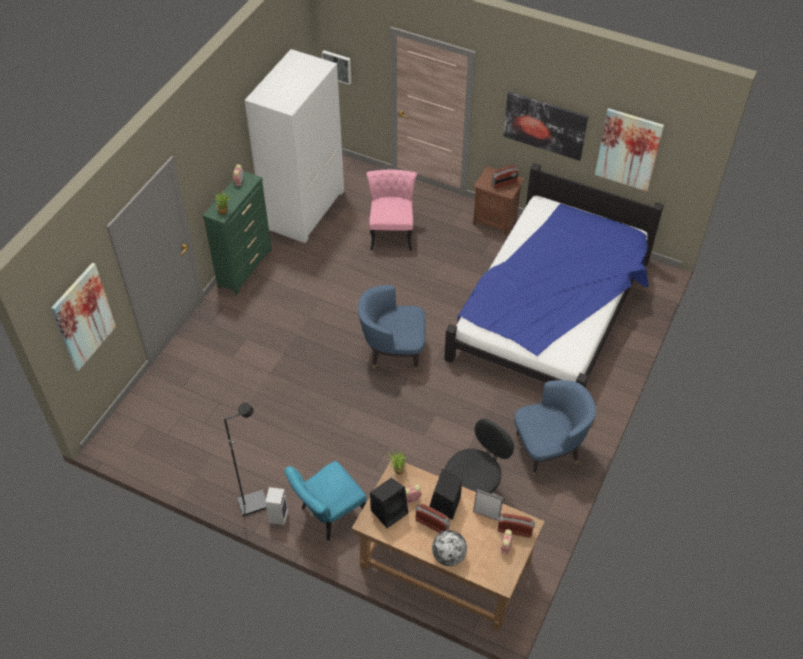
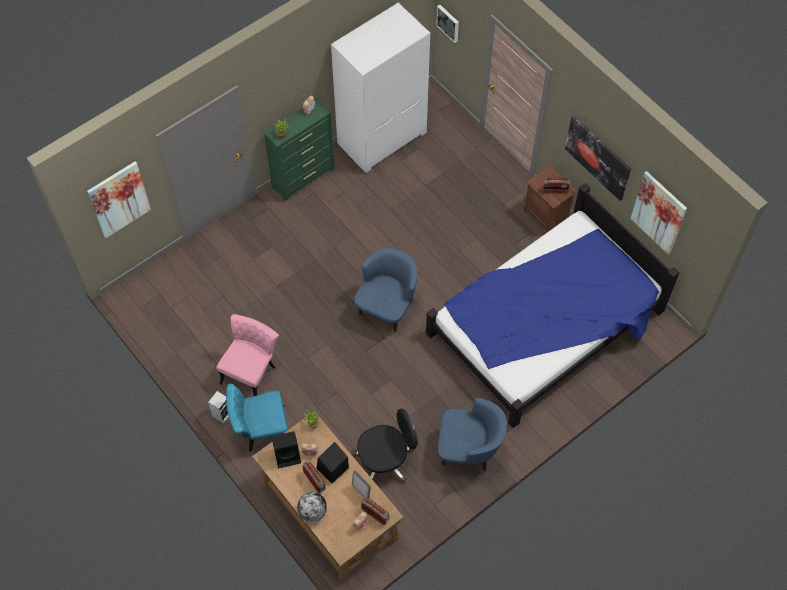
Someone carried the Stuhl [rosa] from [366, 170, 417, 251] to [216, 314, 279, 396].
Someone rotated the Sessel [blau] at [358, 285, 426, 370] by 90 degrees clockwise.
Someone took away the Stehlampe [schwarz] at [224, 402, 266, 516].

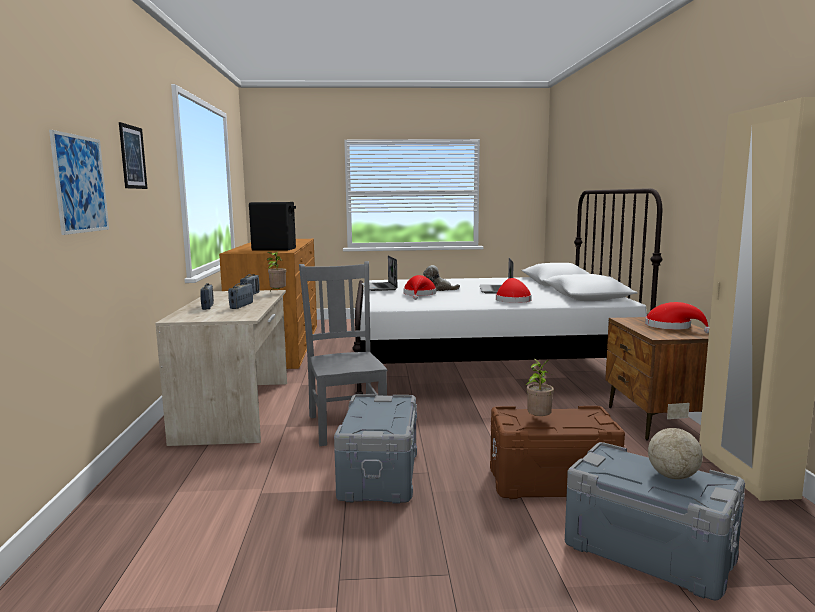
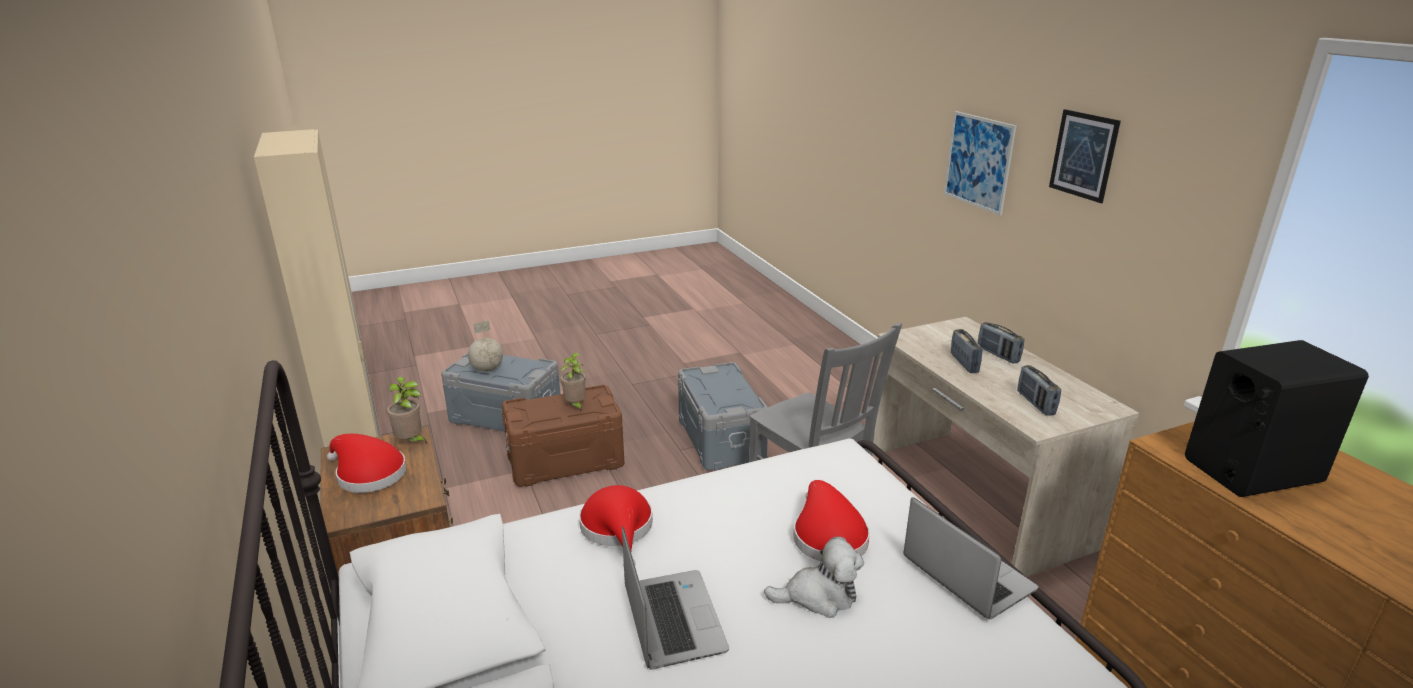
Someone carried the Topfpflanze from [267, 251, 286, 291] to [387, 377, 427, 443].

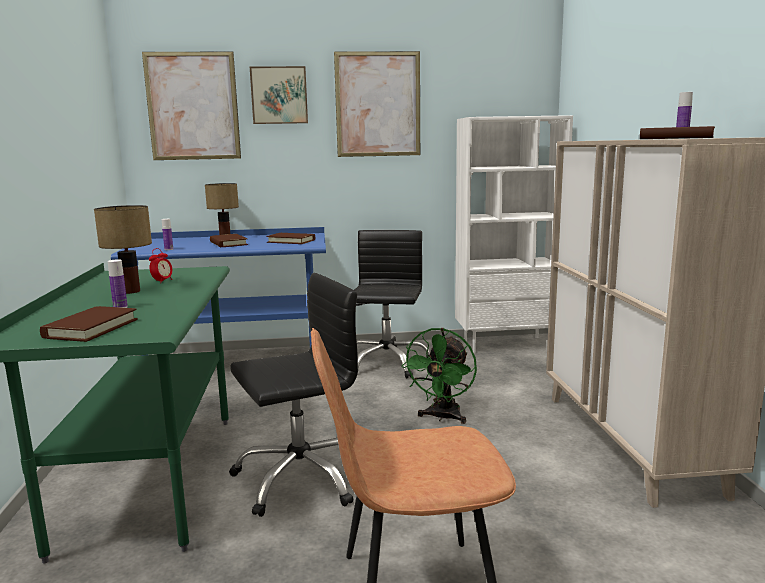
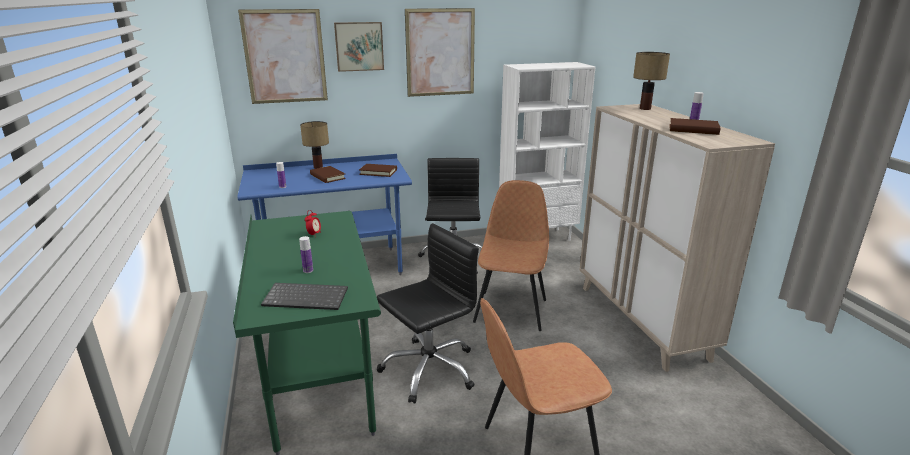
Someone carried the Tischlampe from [94, 205, 152, 294] to [633, 52, 670, 110].
Someone swapped the Buch [braun] at [40, 306, 138, 342] for the Tastatur at [261, 283, 348, 310].
Someone swapped the Ventilator [grün] at [401, 328, 477, 424] for the Stuhl [braun] at [473, 180, 549, 331].

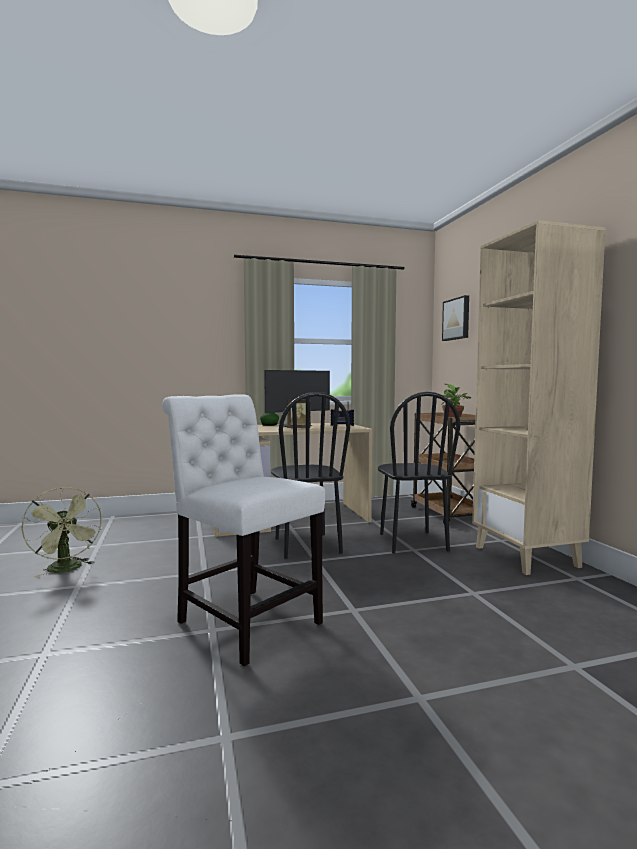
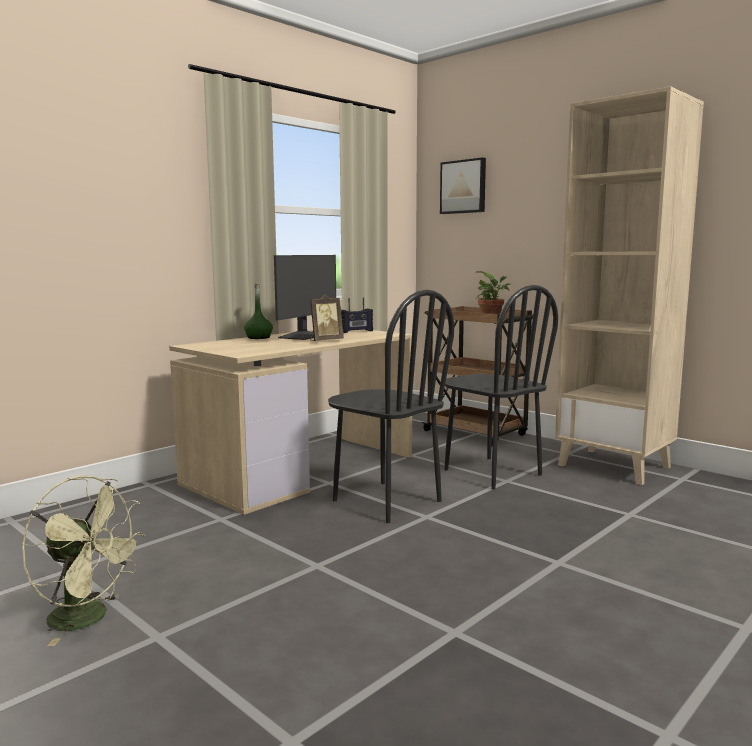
Someone took away the Stuhl [weiß] at [162, 395, 325, 666].

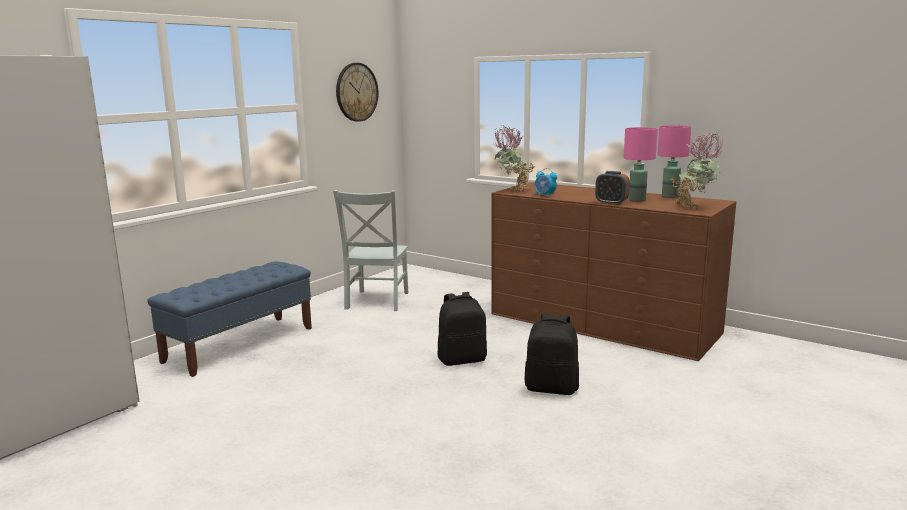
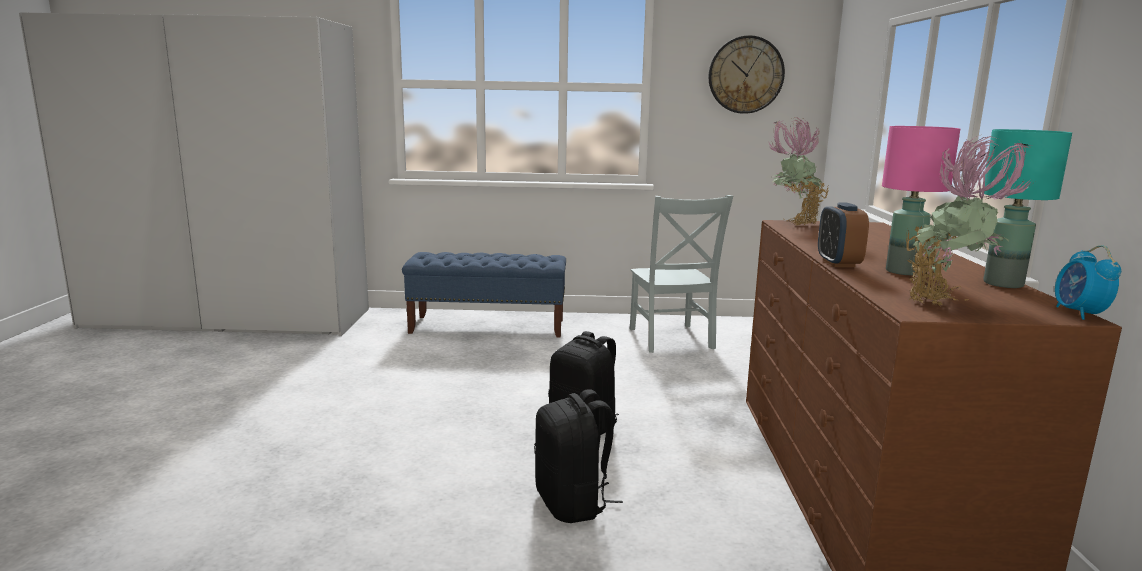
Someone repainted the Tischlampe [rosa] at [658, 125, 691, 198], which became the Tischlampe [türkis] at [983, 129, 1072, 288].
Someone carried the Wecker from [535, 168, 557, 197] to [1055, 245, 1121, 320].
Someone rotated the Stuhl [grau] at [333, 190, 409, 311] by 75 degrees counterclockwise.

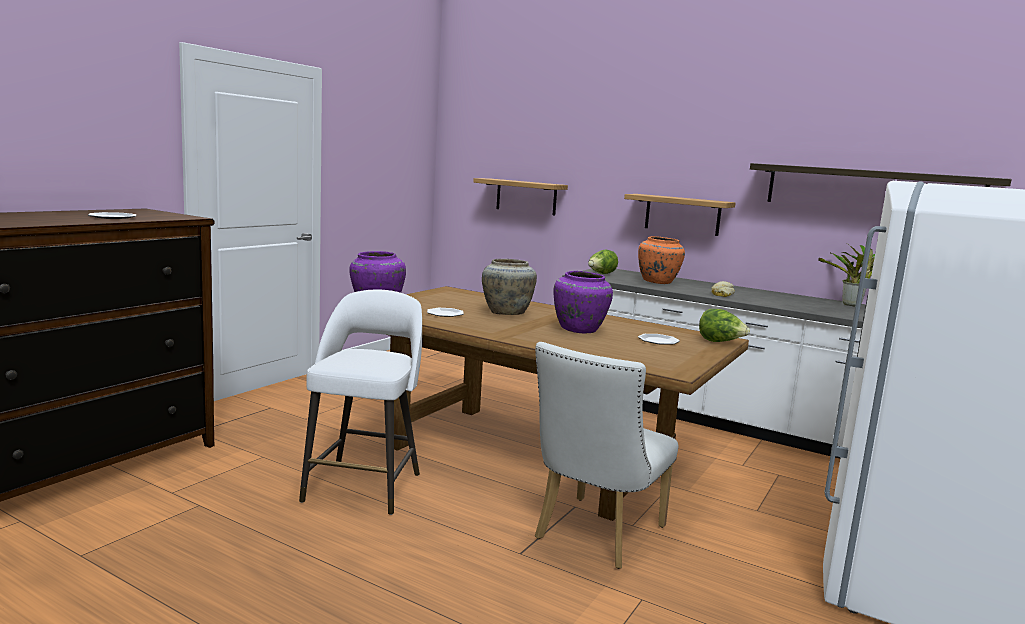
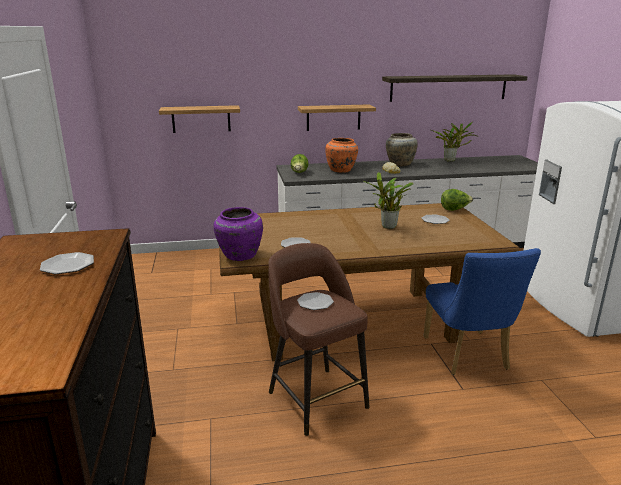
Someone carried the Vase [beige] from [482, 259, 537, 315] to [386, 133, 418, 166].
Someone swapped the Vase [lila] at [553, 271, 613, 333] for the Topfpflanze at [363, 172, 414, 229].
Someone repainted the Hocker [weiß] at [299, 290, 422, 515], which became the Hocker [braun] at [268, 243, 370, 436].
Someone repainted the Stuhl [weiß] at [535, 342, 678, 569], which became the Stuhl [blau] at [424, 248, 541, 375].
Someone put down the Teller at [297, 292, 334, 310].

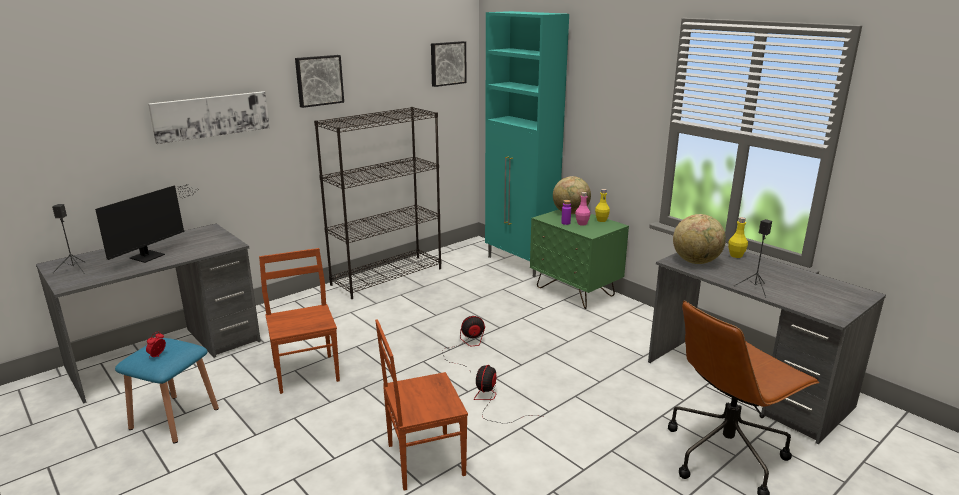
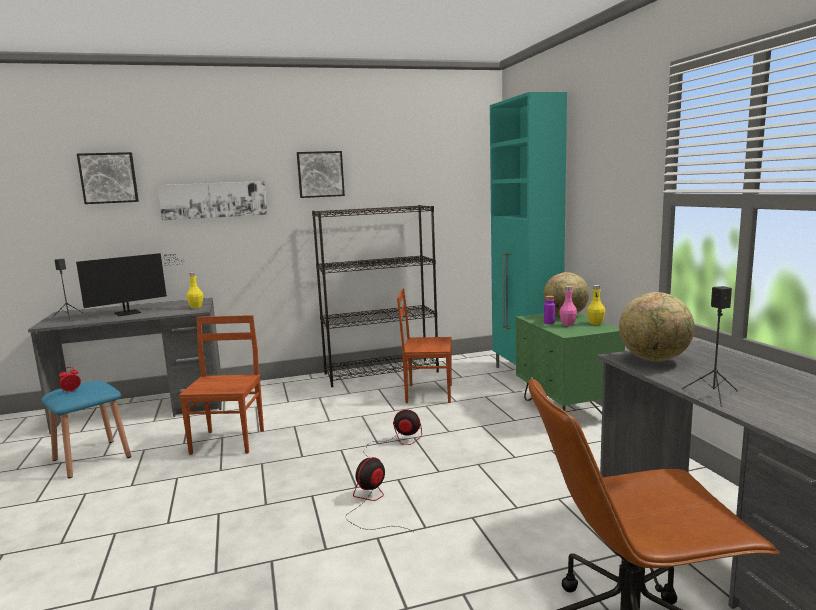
Someone carried the Bild from [431, 41, 467, 87] to [77, 152, 139, 204].
Someone carried the Flasche [gelb] from [728, 217, 748, 258] to [186, 272, 203, 308].
Someone carried the Stuhl [braun] from [375, 319, 468, 490] to [397, 288, 452, 403].

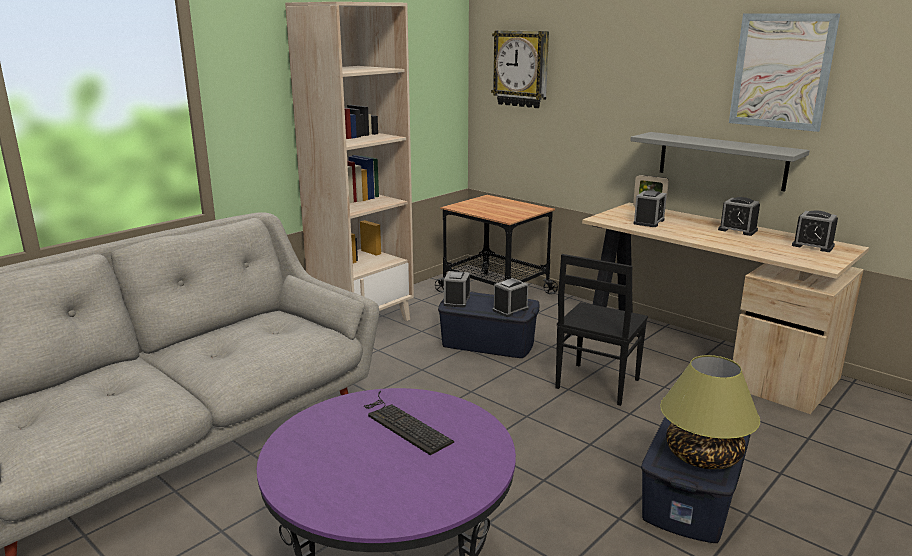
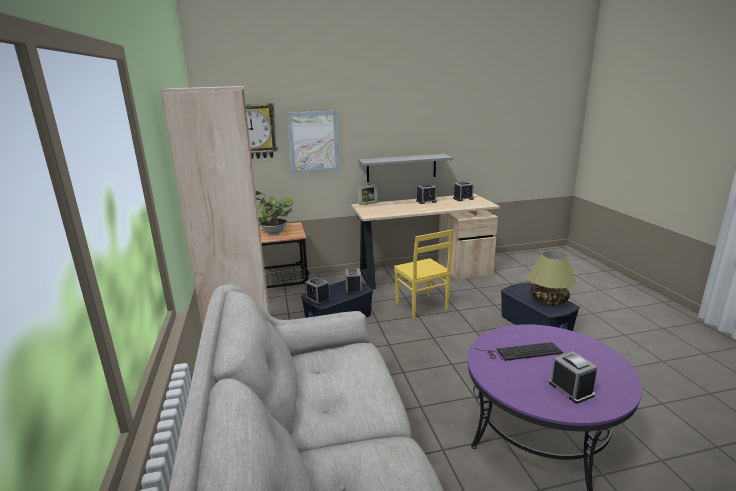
Someone carried the Bild from [729, 13, 840, 132] to [287, 111, 340, 174].
Someone carried the Wecker from [634, 190, 667, 227] to [549, 351, 598, 404].
Someone repainted the Stuhl [schwarz] at [555, 254, 648, 406], which became the Stuhl [gelb] at [394, 230, 453, 319].
Someone put down the Topfpflanze at [256, 191, 293, 234].

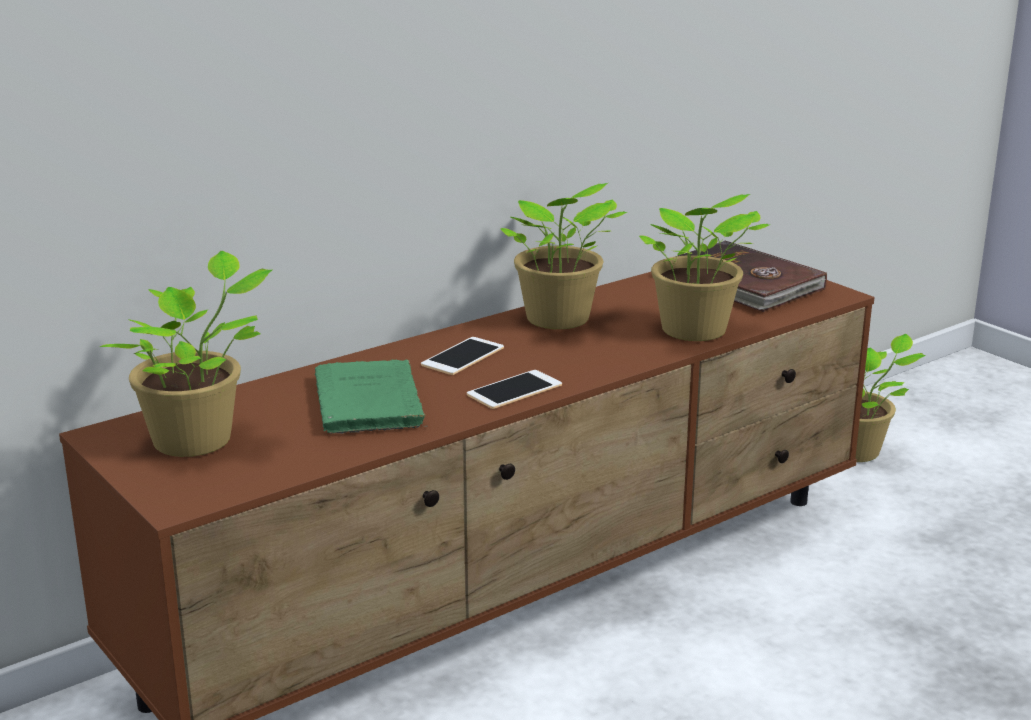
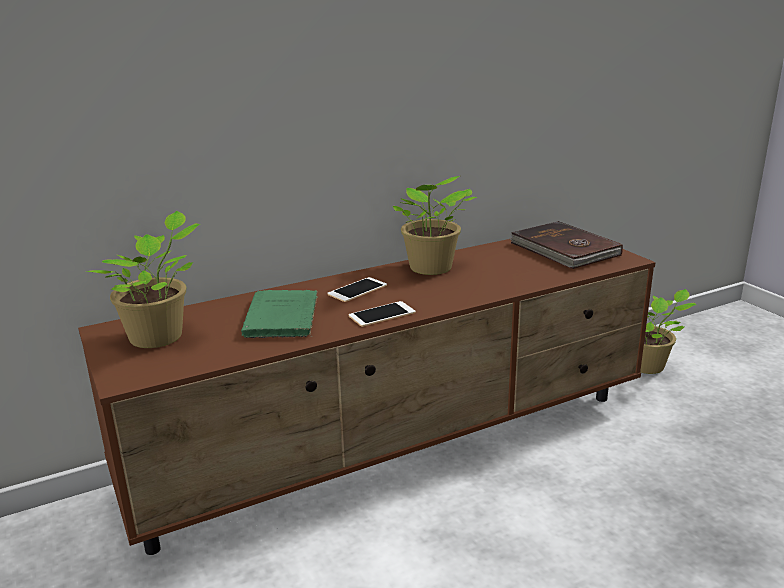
Someone took away the Topfpflanze at [639, 194, 769, 341].

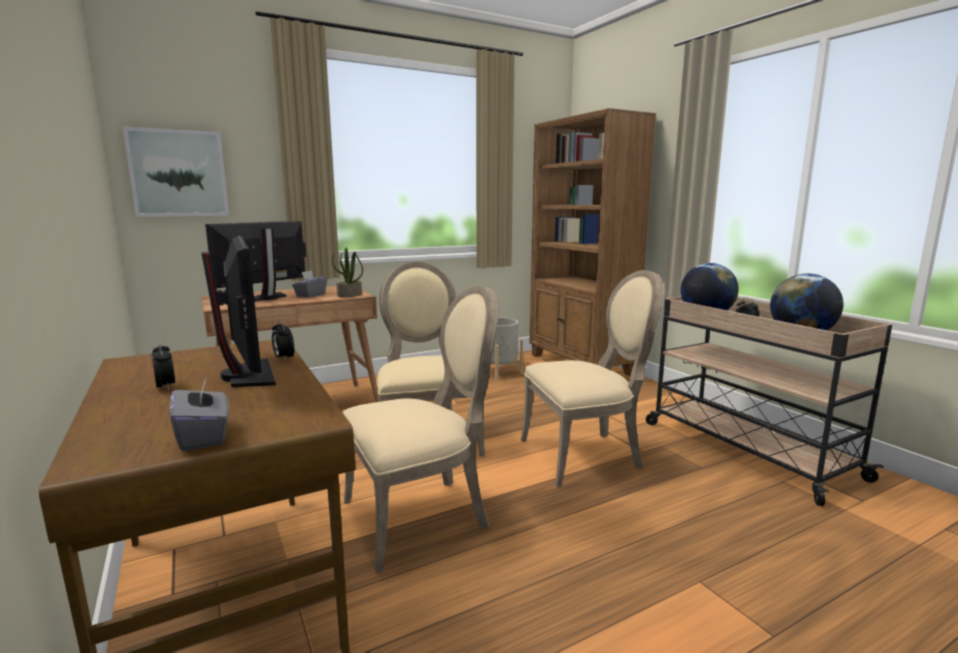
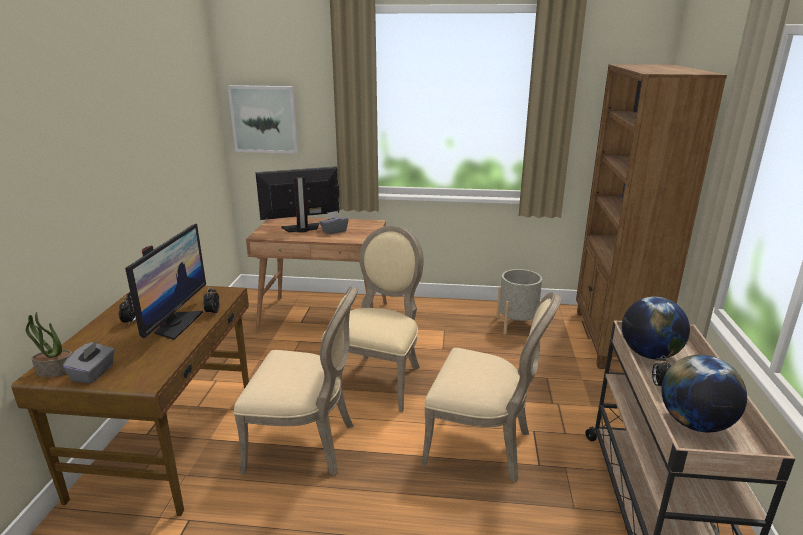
Someone carried the Topfpflanze from [332, 247, 363, 297] to [26, 312, 72, 377].

